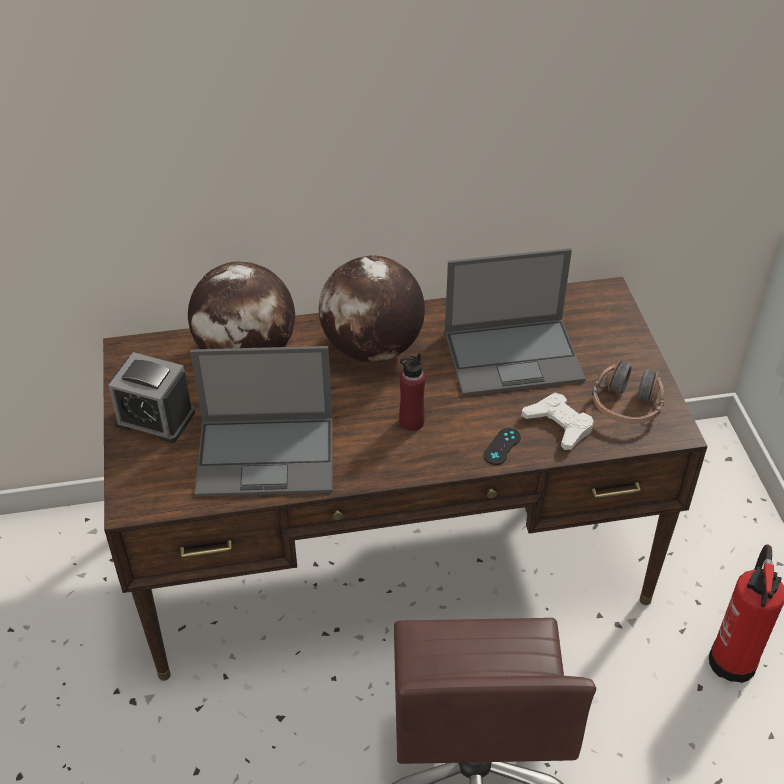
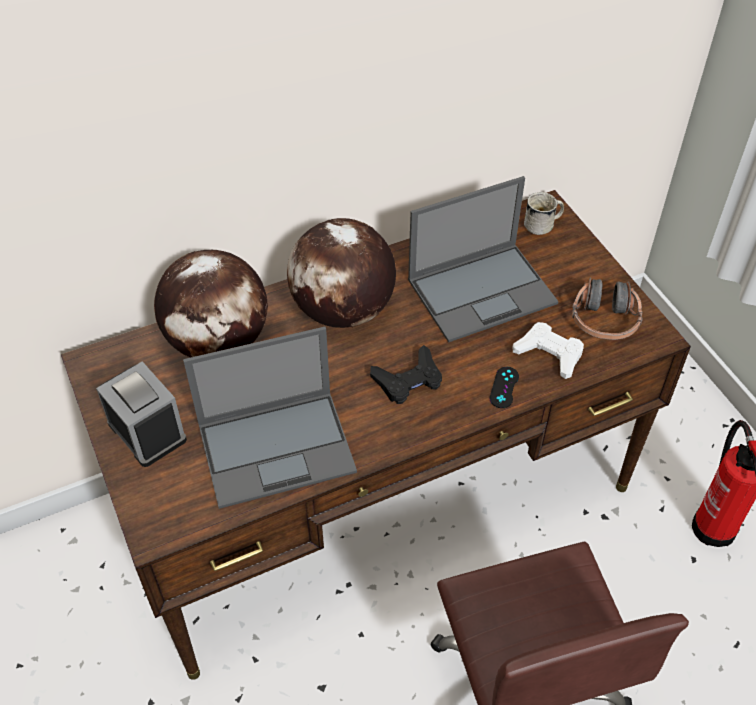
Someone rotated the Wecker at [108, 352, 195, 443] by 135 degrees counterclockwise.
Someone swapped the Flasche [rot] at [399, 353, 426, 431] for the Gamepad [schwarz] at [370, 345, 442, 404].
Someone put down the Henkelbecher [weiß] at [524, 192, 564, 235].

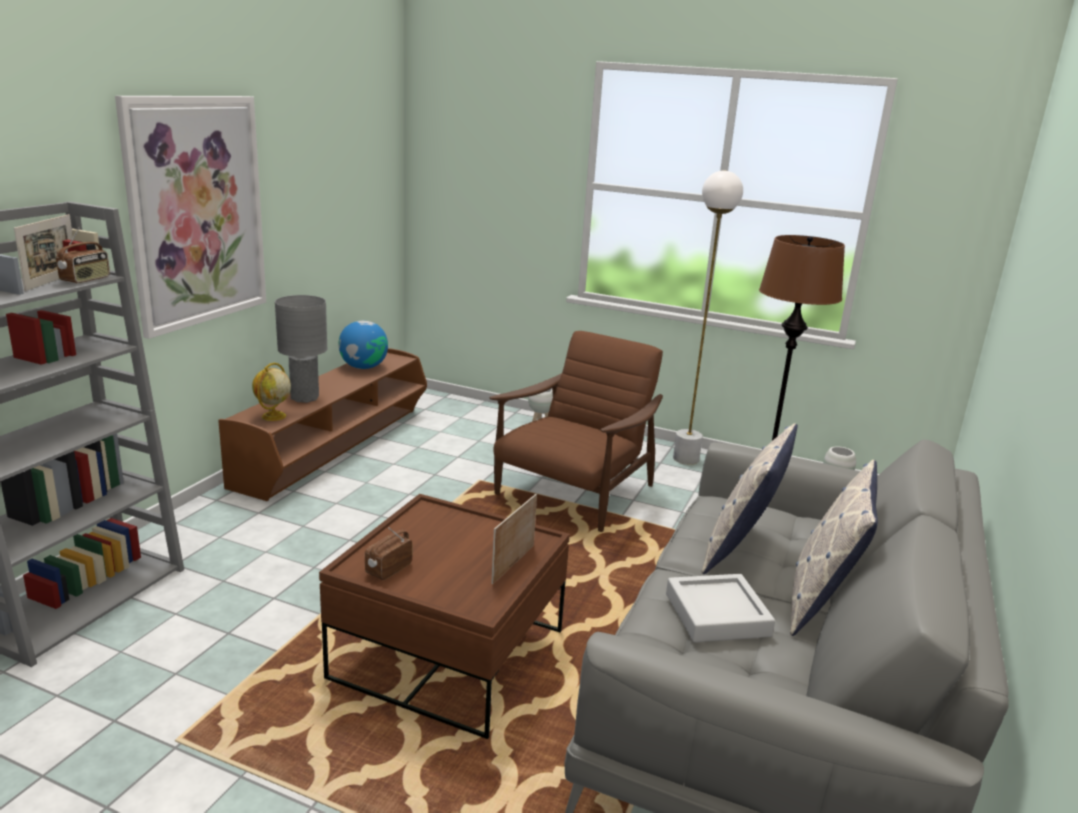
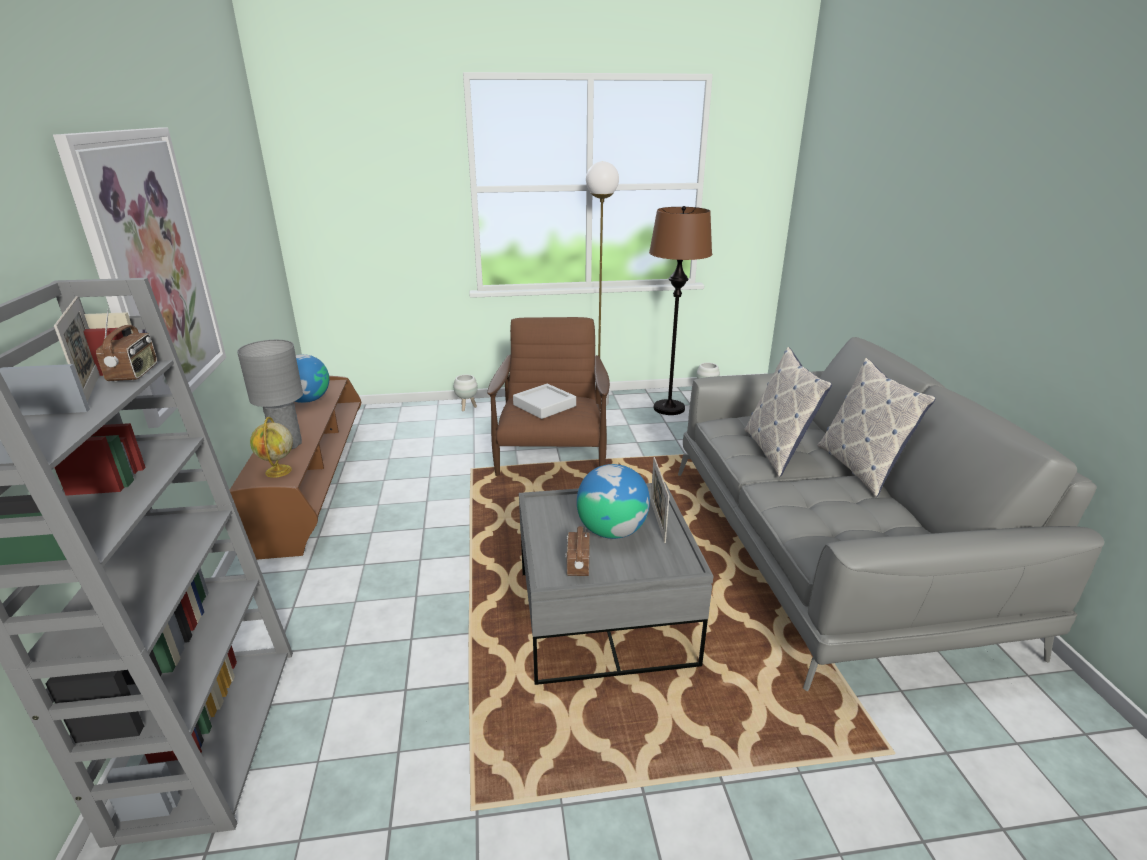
Someone repainted the Couchtisch [braun] at [319, 494, 570, 739], which became the Couchtisch [grau] at [519, 482, 713, 685].
Someone carried the Tablett [grau] from [666, 574, 775, 642] to [513, 384, 576, 419].
Someone put down the Globus at [577, 464, 650, 539].

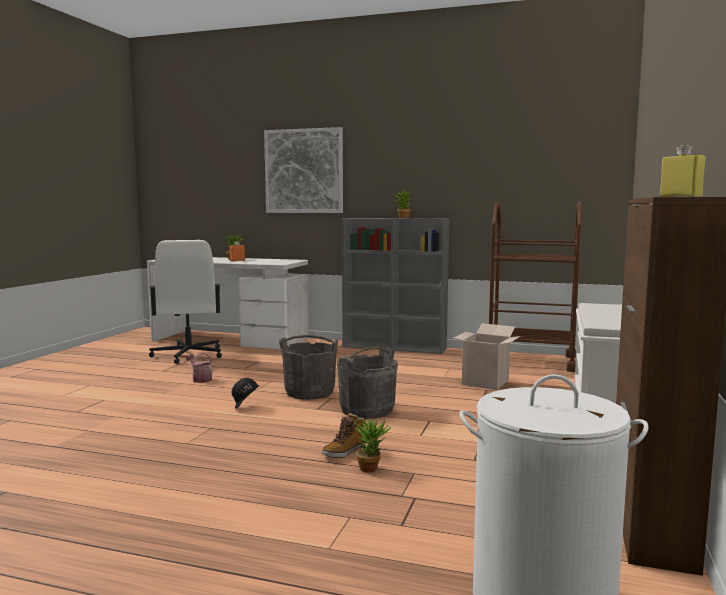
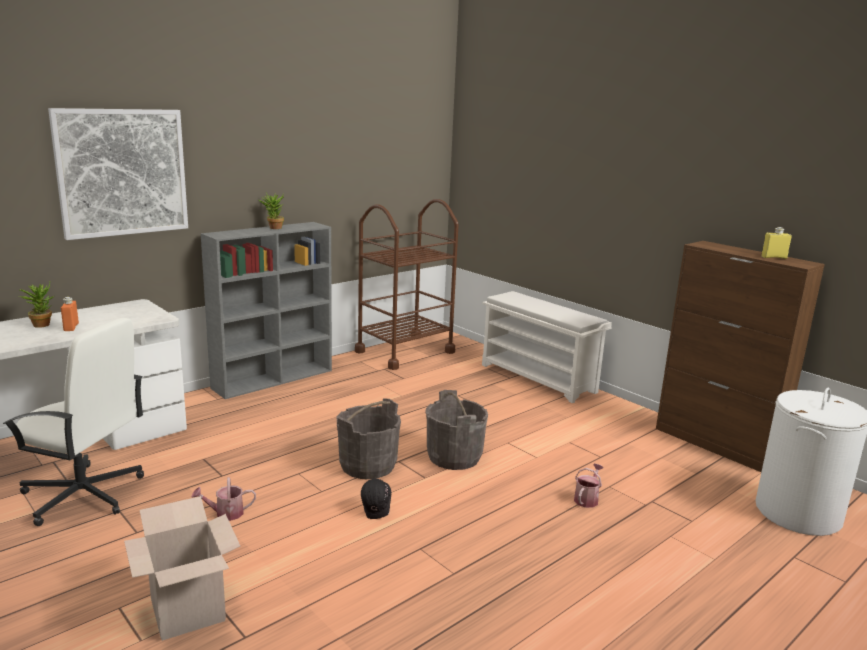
Someone carried the Karton from [453, 323, 521, 390] to [124, 496, 241, 641].
Someone took away the Stiefel at [322, 413, 366, 458].
Someone swapped the Topfpflanze at [351, 419, 391, 472] for the Gießkanne at [574, 464, 604, 508].

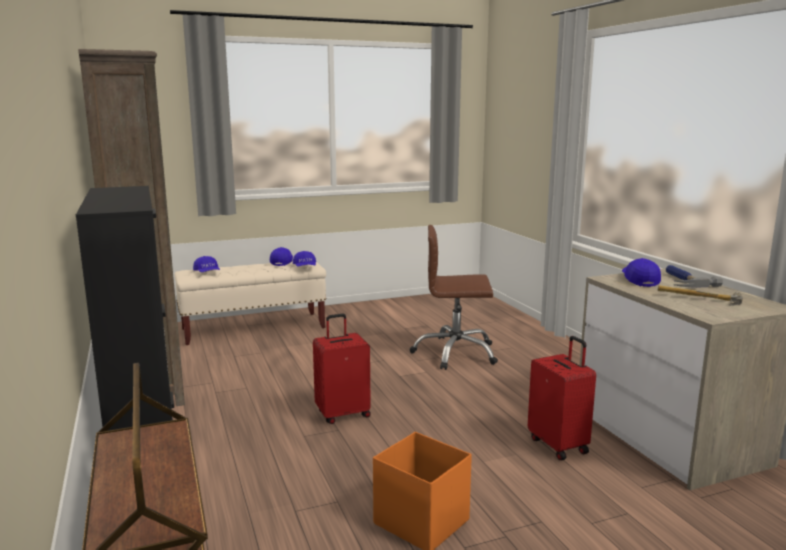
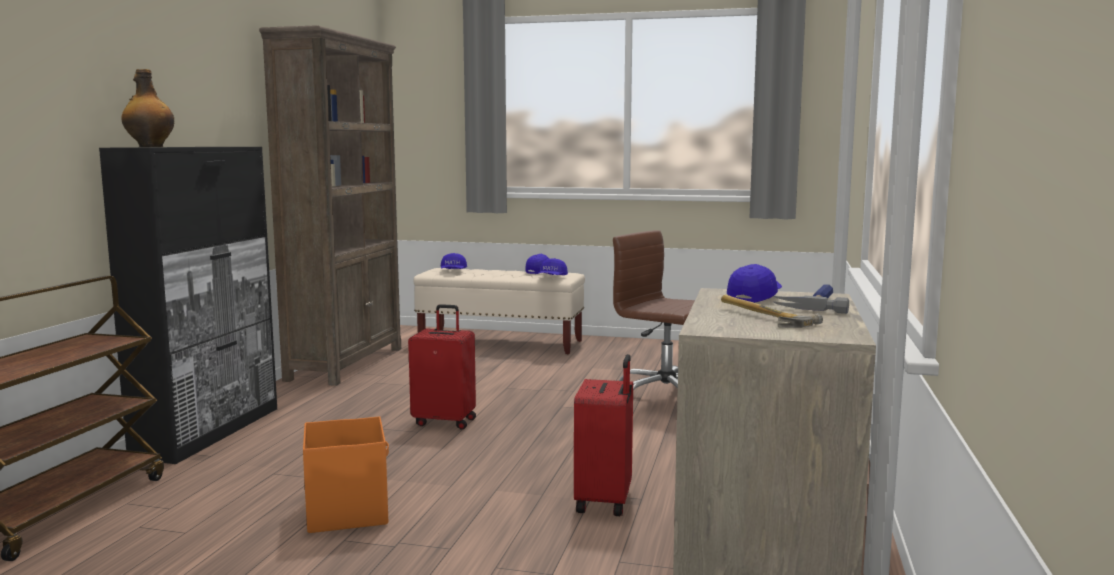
Someone put down the Flasche at [121, 69, 174, 147].

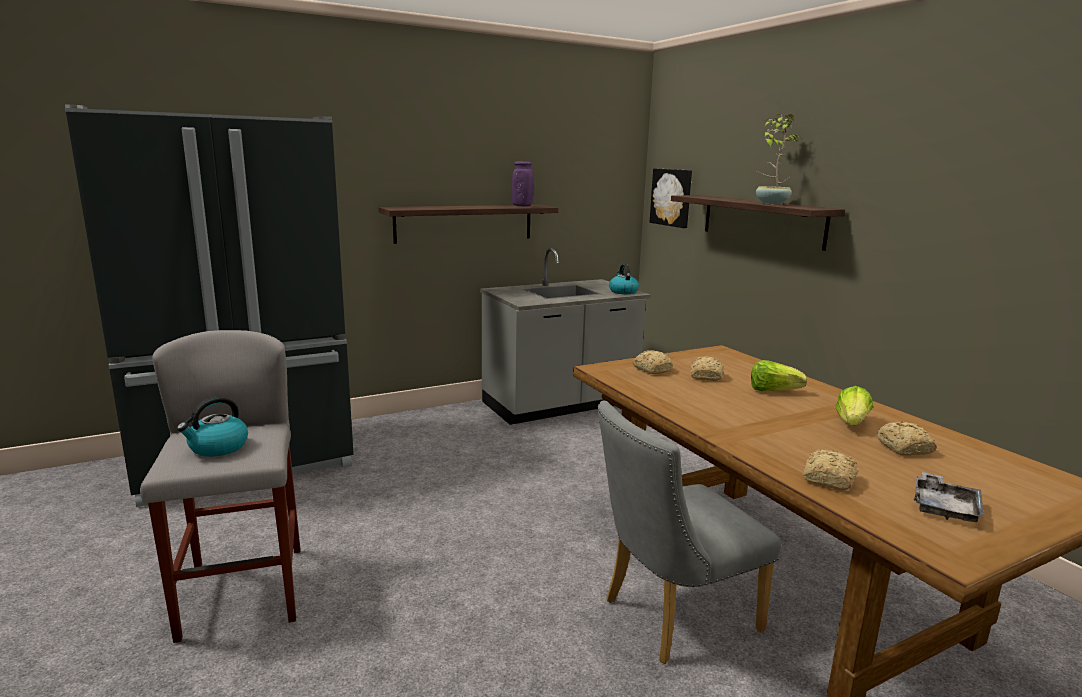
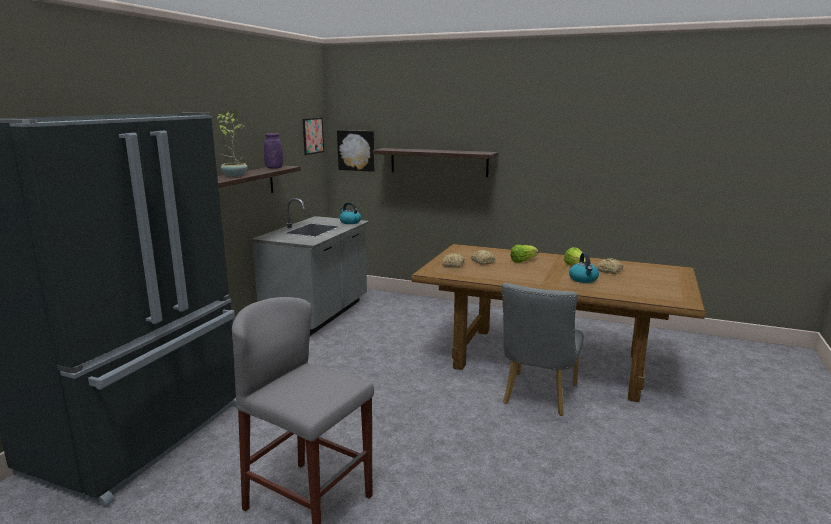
Someone carried the Topfpflanze from [756, 114, 800, 204] to [217, 111, 247, 177].
Someone carried the Wasserkessel from [177, 396, 248, 457] to [569, 253, 599, 283].
Someone took away the Brot at [803, 449, 858, 491].
Someone took away the Tablett [grau] at [914, 472, 984, 522].
Someone put up the Bild at [303, 118, 324, 155].

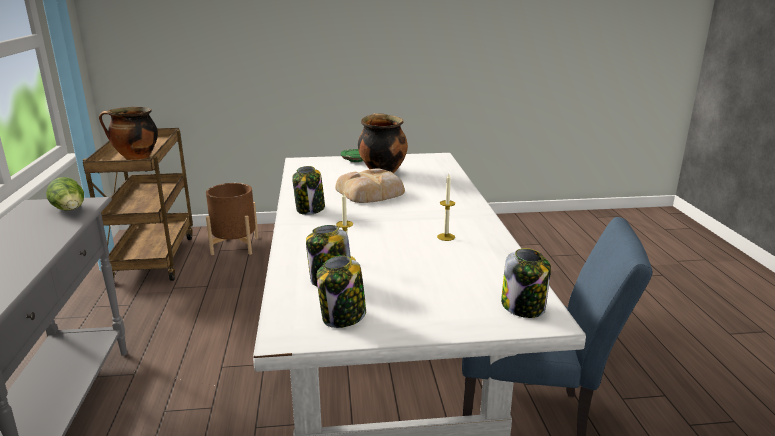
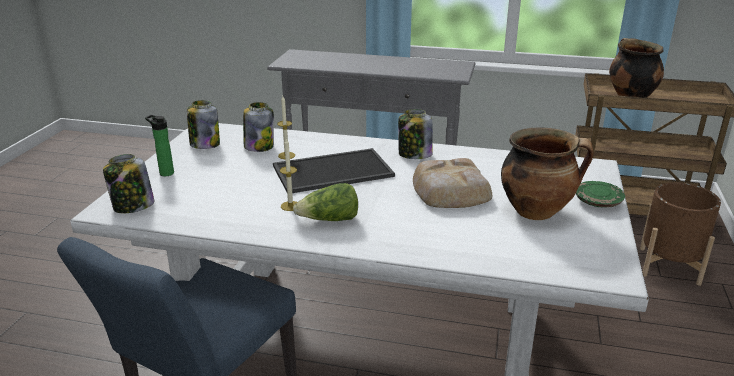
Someone carried the Salatkopf from [46, 177, 84, 210] to [293, 183, 358, 221].
Someone put down the Flasche at [145, 115, 174, 176].
Someone put down the Tablett at [273, 148, 395, 193].

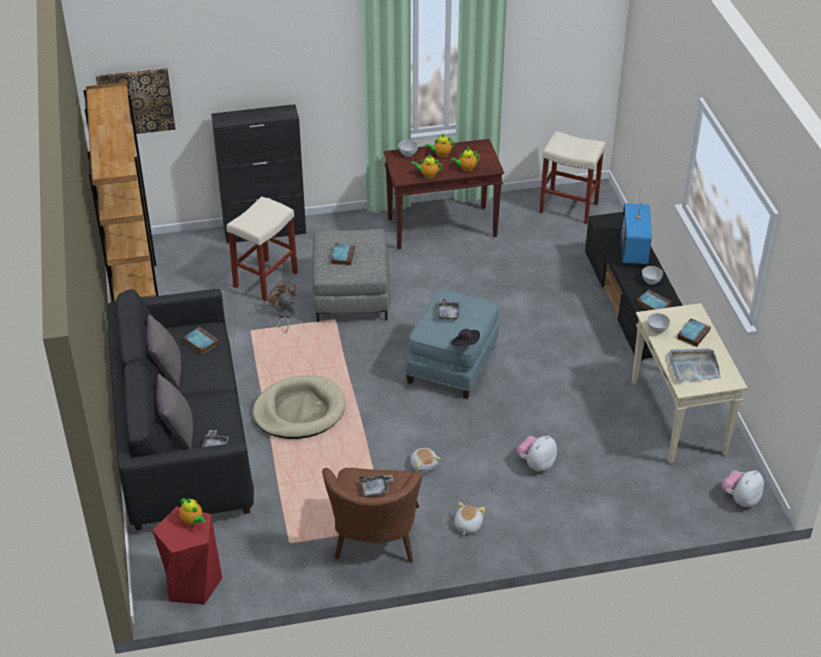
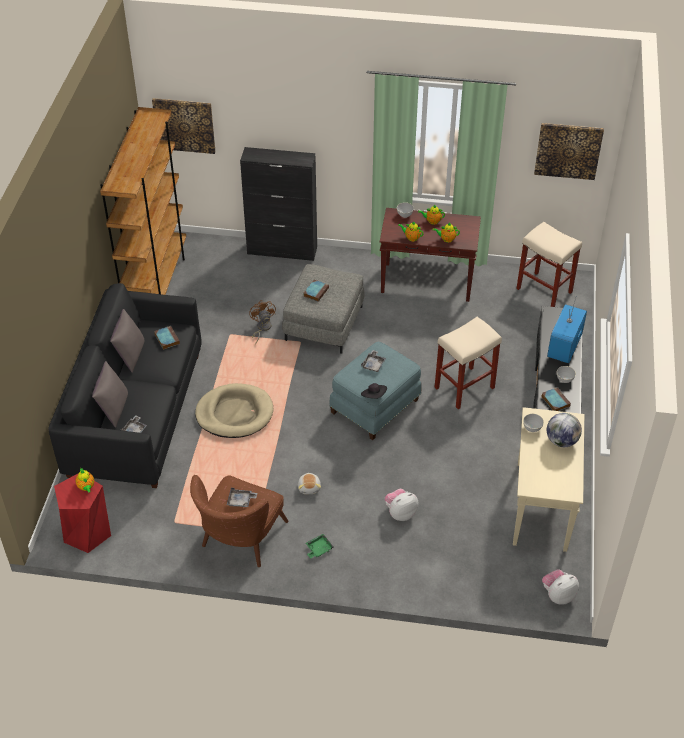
Someone carried the Hocker [beige] from [227, 196, 298, 301] to [435, 317, 502, 409].
Someone swapped the Buch at [677, 319, 711, 347] for the Globus at [547, 413, 582, 447].
Someone took away the Tablett [grau] at [668, 349, 721, 382].
Someone swapped the Plüschtier at [454, 502, 485, 535] for the Tablett [grün] at [306, 534, 333, 559].
Someone put up the Bild at [534, 123, 604, 180].

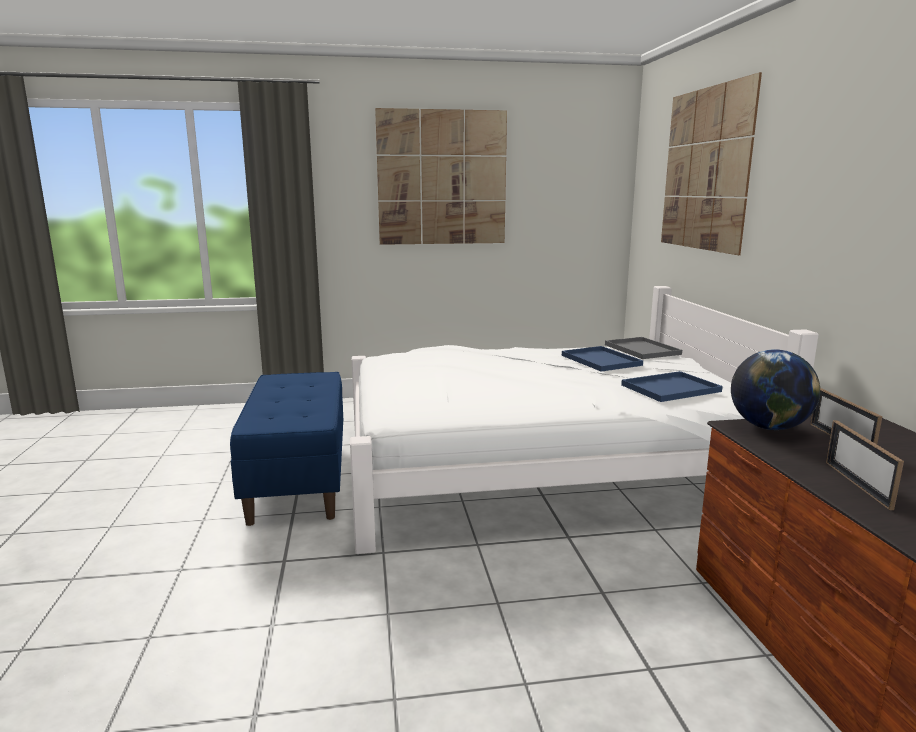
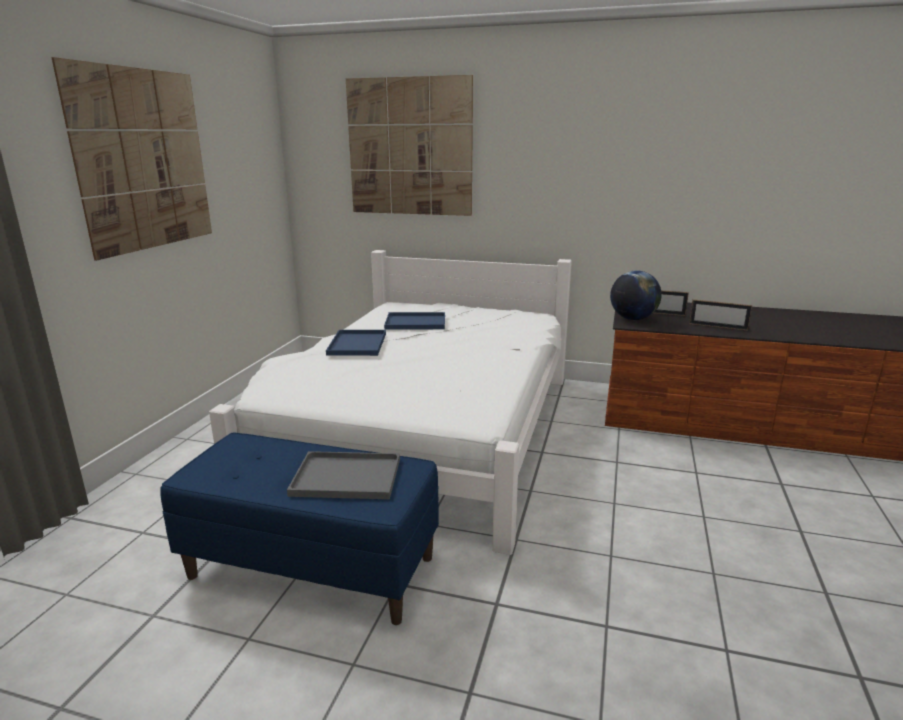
Someone carried the Tablett [grau] from [605, 337, 682, 359] to [287, 451, 400, 499].
Someone carried the Tablett [blau] from [621, 371, 723, 402] to [326, 330, 386, 356].

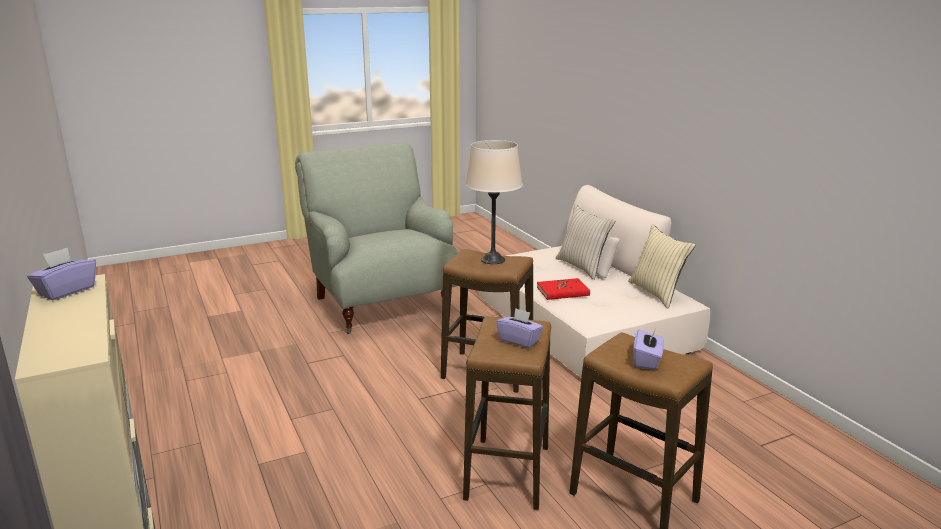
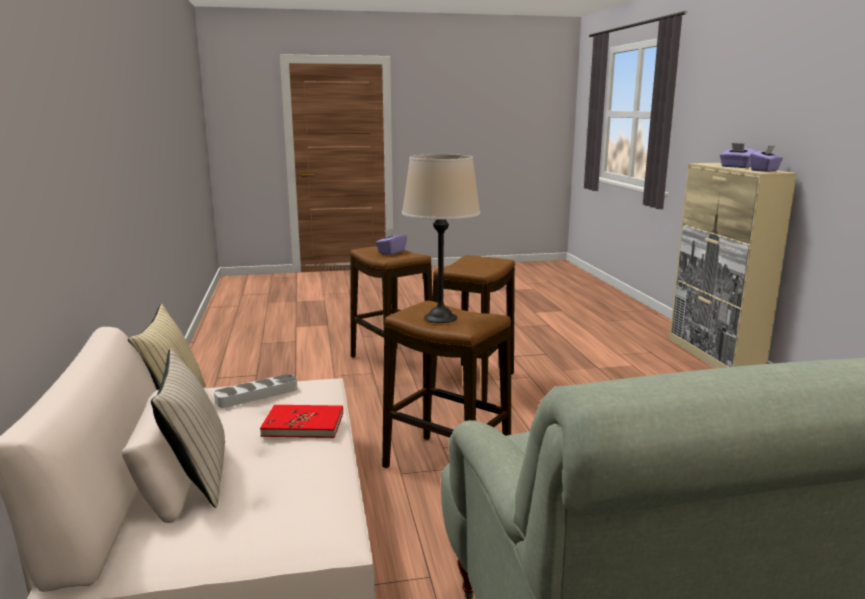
Someone carried the Taschentuchbox [lila] from [496, 308, 543, 348] to [720, 143, 756, 168].
Someone put down the Tablett [grau] at [214, 374, 297, 408].

